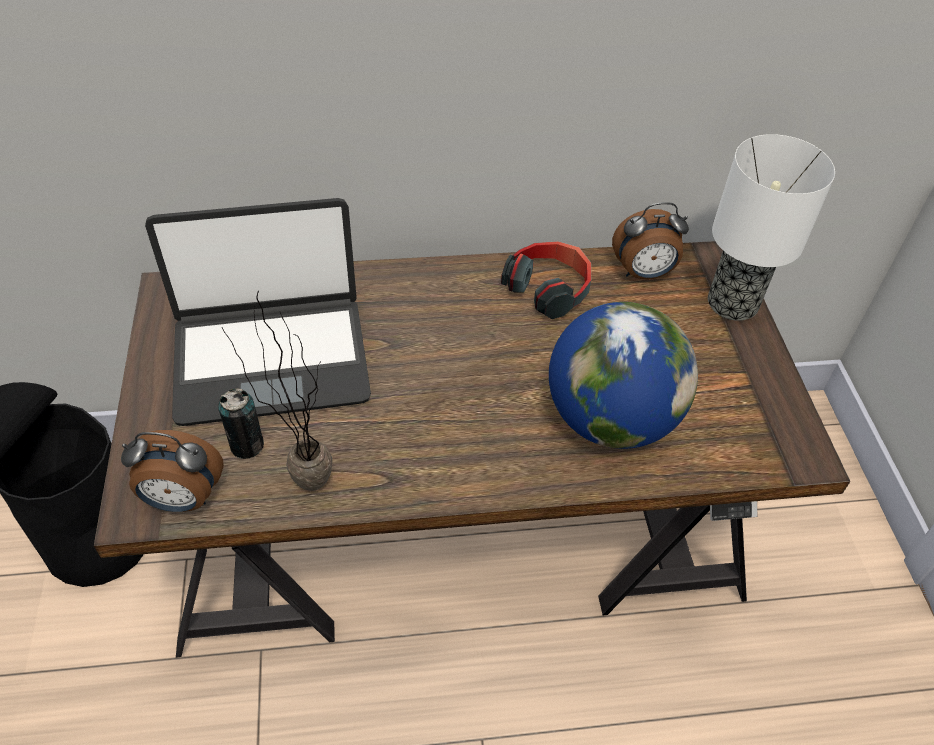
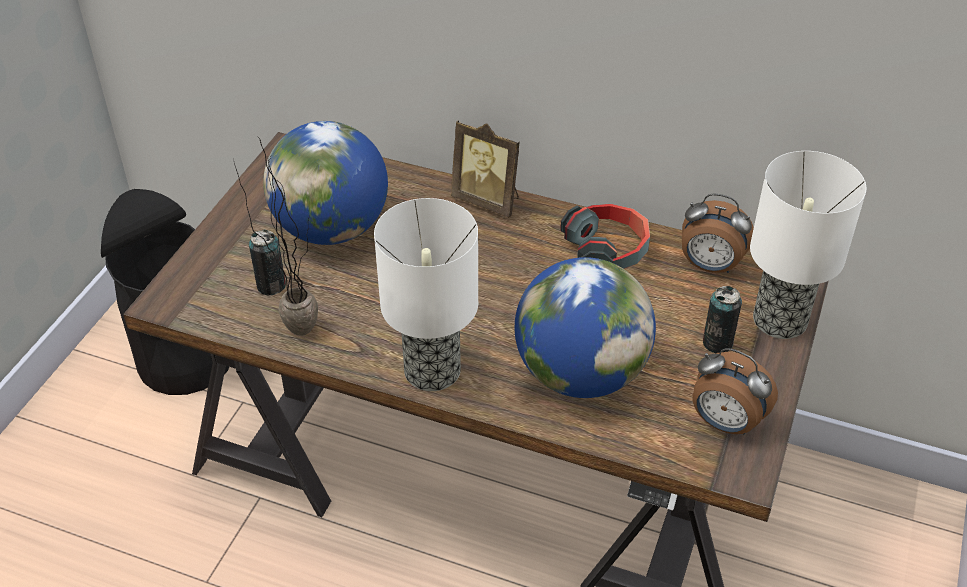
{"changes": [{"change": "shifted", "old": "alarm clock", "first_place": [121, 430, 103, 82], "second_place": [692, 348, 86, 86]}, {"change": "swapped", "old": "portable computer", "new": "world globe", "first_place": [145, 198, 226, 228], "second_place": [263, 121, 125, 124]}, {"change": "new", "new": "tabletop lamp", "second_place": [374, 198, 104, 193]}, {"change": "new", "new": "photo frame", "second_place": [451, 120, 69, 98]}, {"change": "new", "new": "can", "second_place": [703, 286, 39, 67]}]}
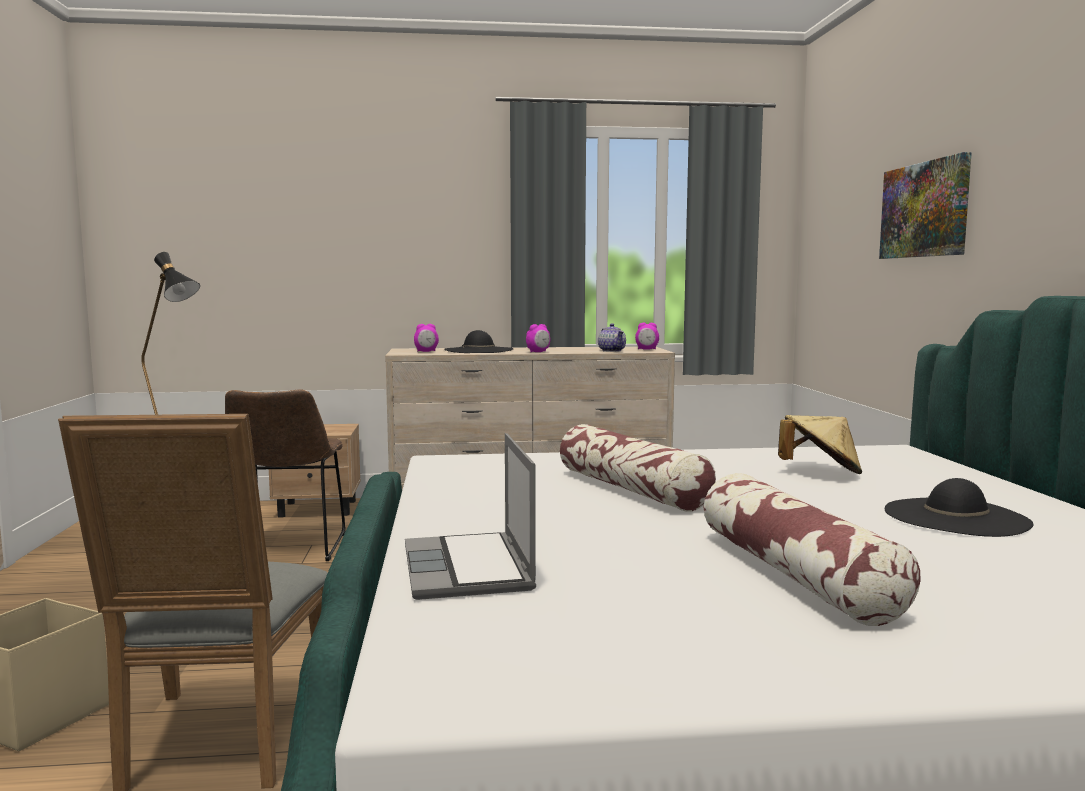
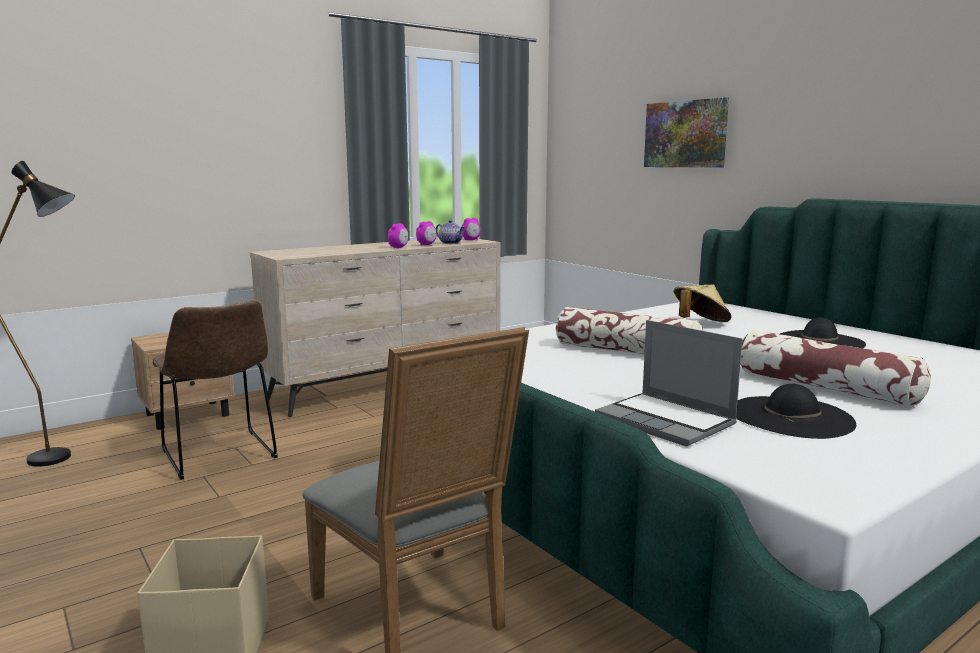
{"changes": [{"change": "shifted", "old": "alarm clock", "first_place": [414, 324, 25, 28], "second_place": [416, 221, 21, 24]}, {"change": "shifted", "old": "black hat", "first_place": [444, 330, 70, 23], "second_place": [736, 384, 120, 55]}]}
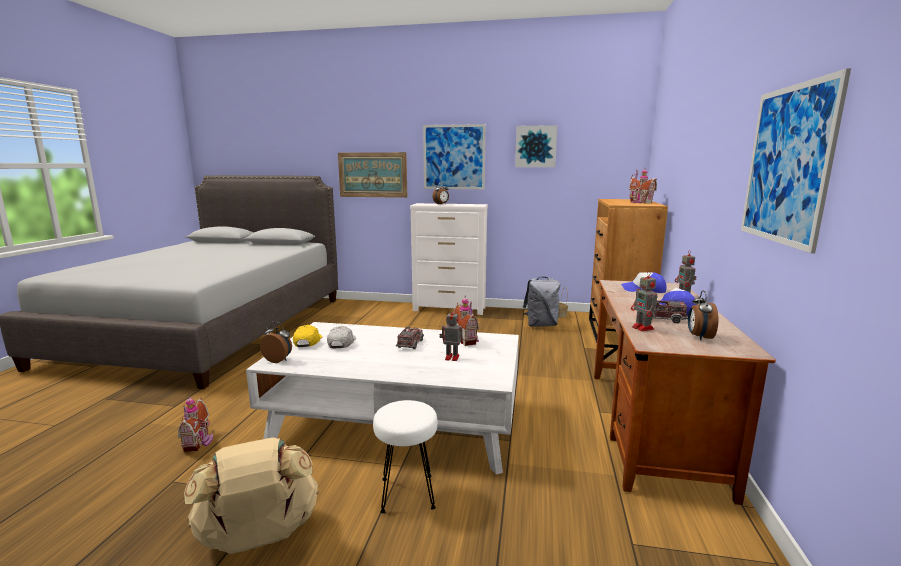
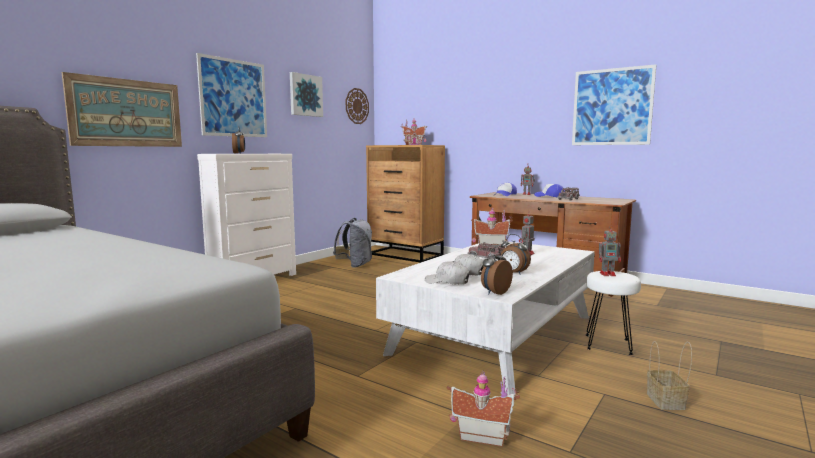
{"changes": [{"change": "swapped", "old": "beige-coloured knapsack", "new": "basket", "first_place": [184, 437, 135, 117], "second_place": [647, 341, 45, 69]}, {"change": "repainted", "old": "yellow-coloured baseball cap", "new": "white baseball cap", "first_place": [293, 325, 29, 22], "second_place": [425, 261, 44, 24]}, {"change": "shifted", "old": "robot figure", "first_place": [631, 271, 29, 60], "second_place": [599, 225, 22, 51]}, {"change": "shifted", "old": "alarm clock", "first_place": [688, 290, 30, 51], "second_place": [501, 234, 30, 41]}, {"change": "new", "new": "clock on the wall", "second_place": [346, 88, 23, 36]}]}
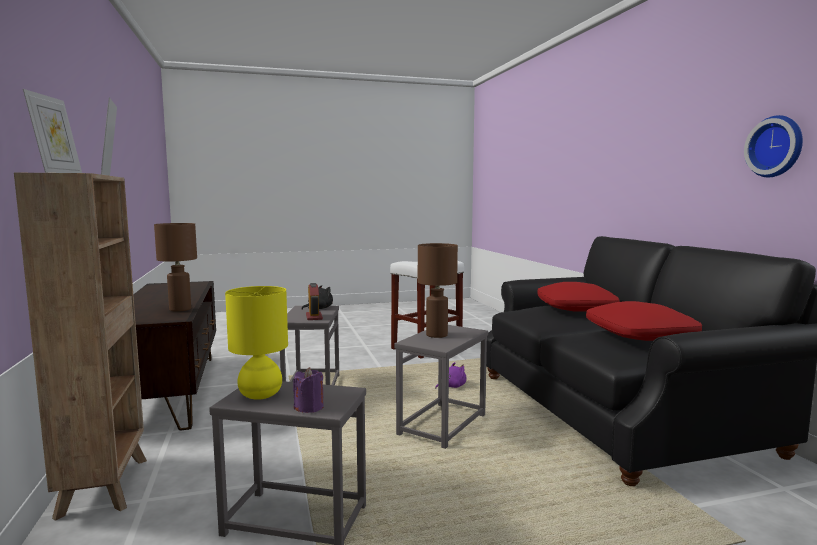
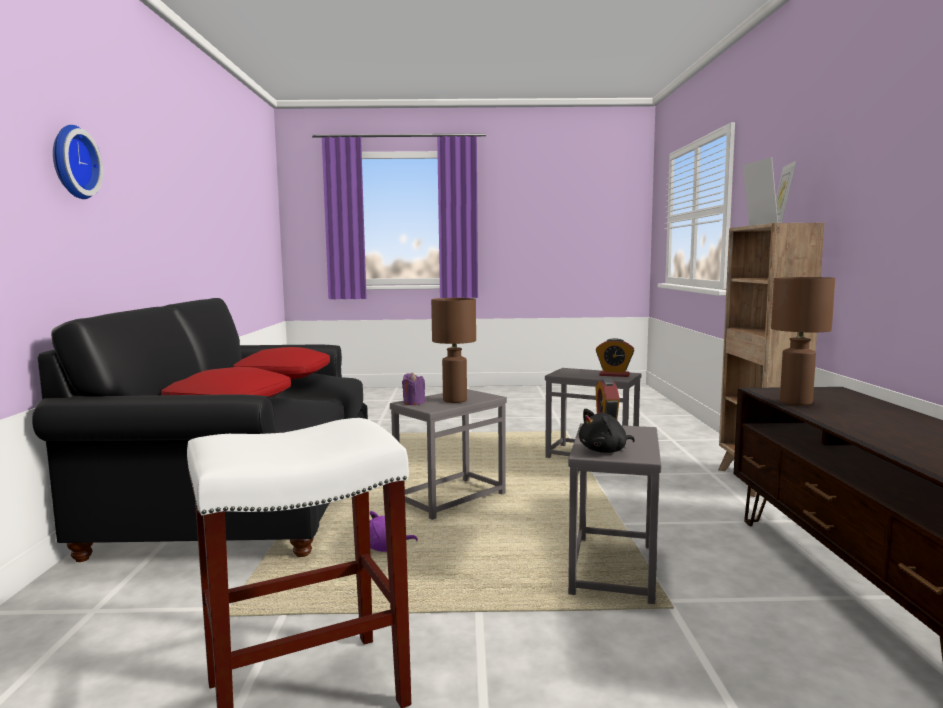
{"changes": [{"change": "swapped", "old": "yellow-coloured tabletop lamp", "new": "alarm clock", "first_place": [225, 286, 63, 114], "second_place": [596, 338, 39, 39]}, {"change": "shifted", "old": "purple-coloured wax candle", "first_place": [293, 367, 31, 46], "second_place": [402, 372, 23, 33]}, {"change": "shifted", "old": "clock on the wall", "first_place": [744, 115, 59, 62], "second_place": [53, 125, 50, 74]}]}
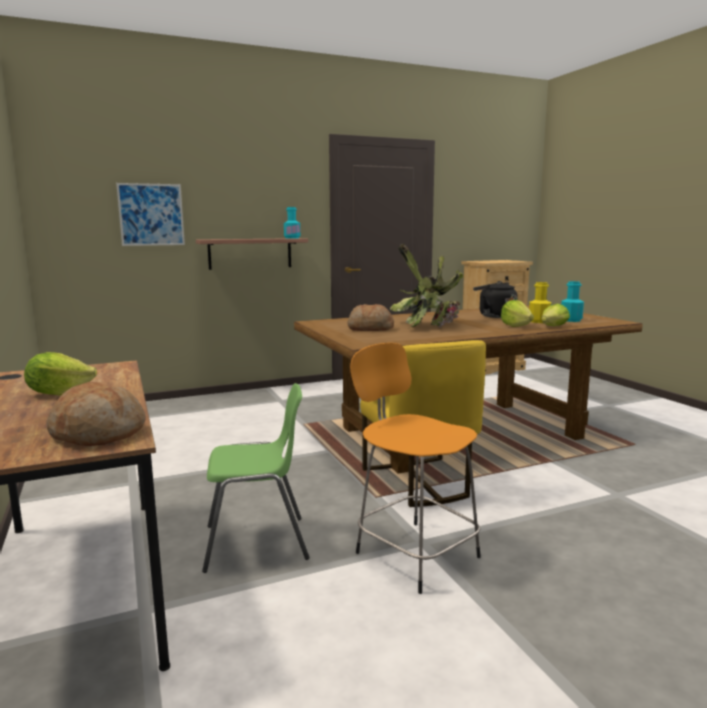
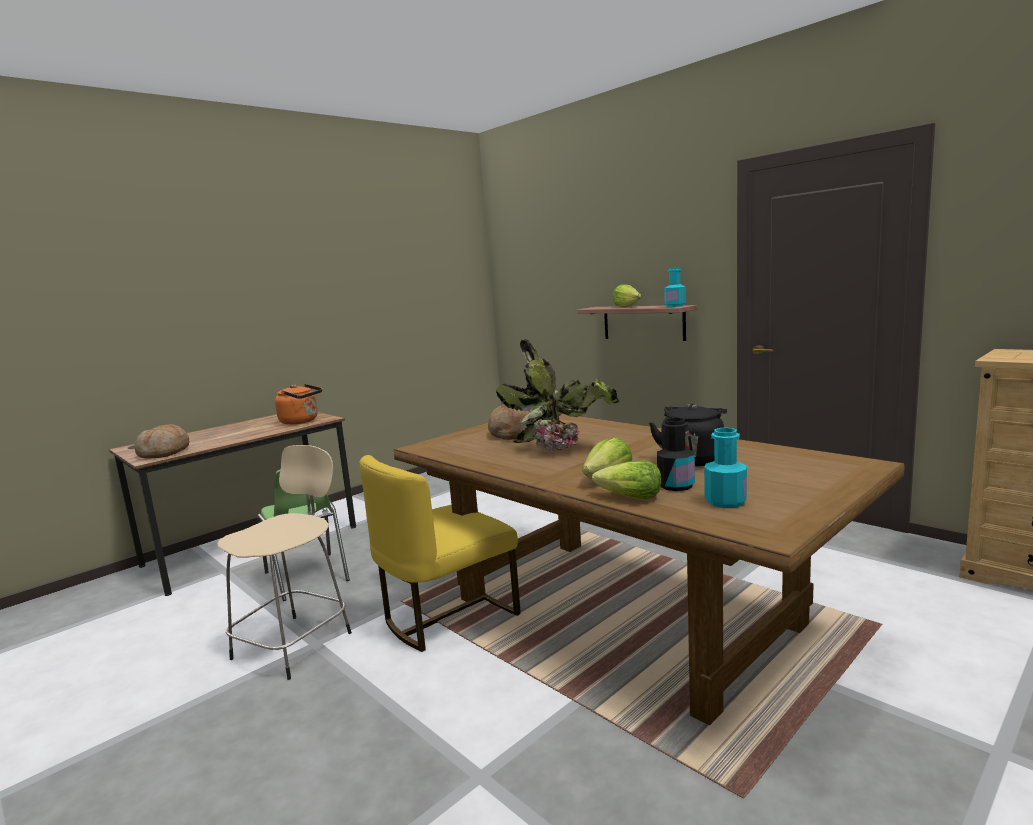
{"changes": [{"change": "shifted", "old": "lettuce", "first_place": [24, 352, 73, 43], "second_place": [613, 284, 28, 23]}, {"change": "gone", "old": "wall art", "first_place": [116, 183, 69, 63]}, {"change": "repainted", "old": "orange-coloured stool seat", "new": "beige-coloured stool seat", "first_place": [350, 343, 131, 251], "second_place": [217, 445, 135, 235]}, {"change": "repainted", "old": "yellow-coloured beverage bottle", "new": "black beverage bottle", "first_place": [529, 282, 23, 41], "second_place": [657, 417, 38, 74]}, {"change": "new", "new": "orange-coloured kettle", "second_place": [275, 384, 47, 41]}]}
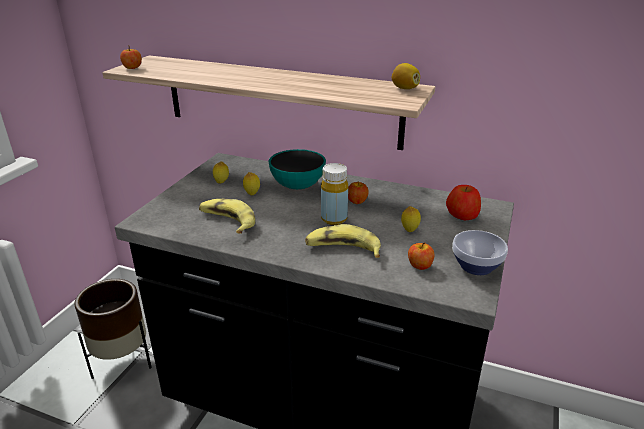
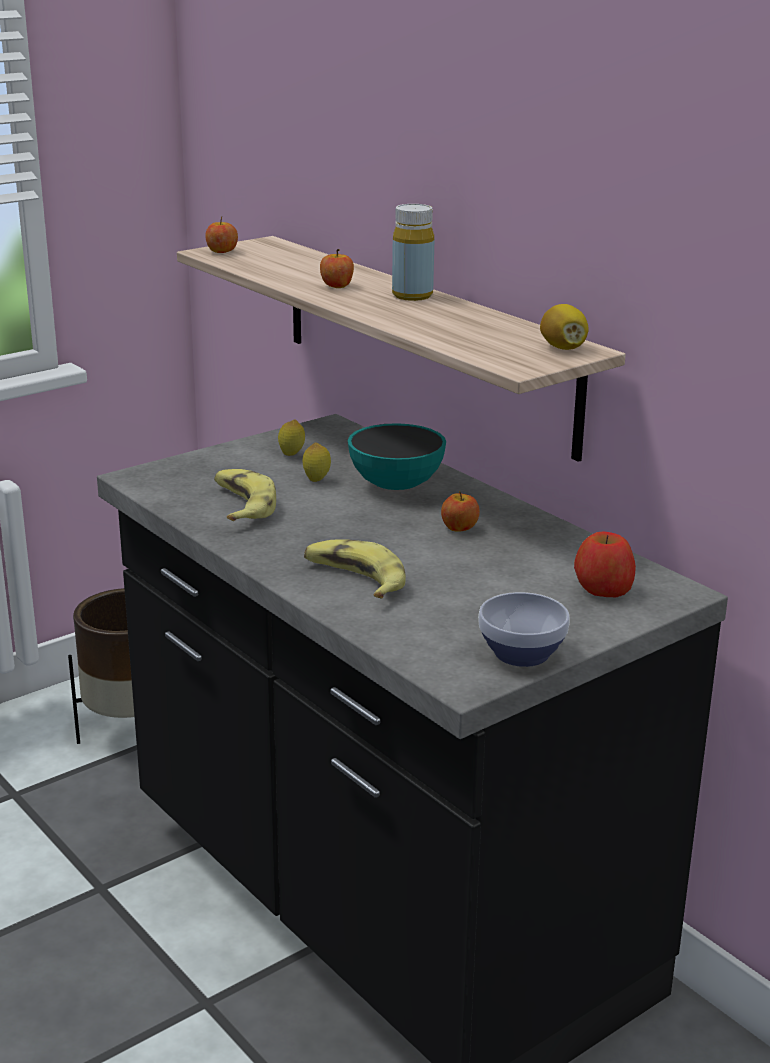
{"changes": [{"change": "shifted", "old": "yellow-coloured beverage bottle", "first_place": [321, 163, 27, 62], "second_place": [392, 204, 42, 97]}, {"change": "gone", "old": "citrus fruit", "first_place": [401, 206, 20, 26]}, {"change": "shifted", "old": "apple", "first_place": [408, 242, 26, 28], "second_place": [320, 249, 34, 39]}]}
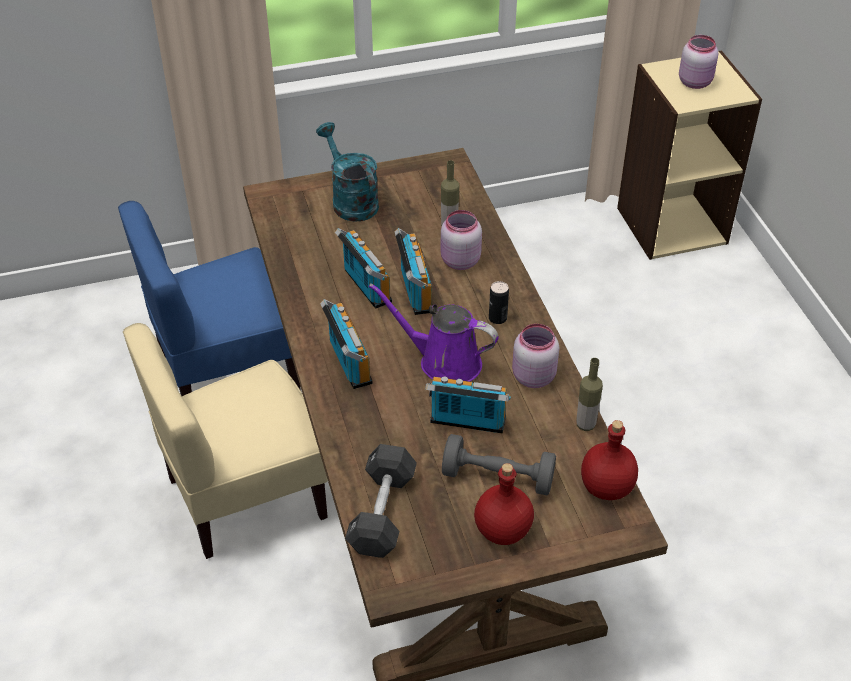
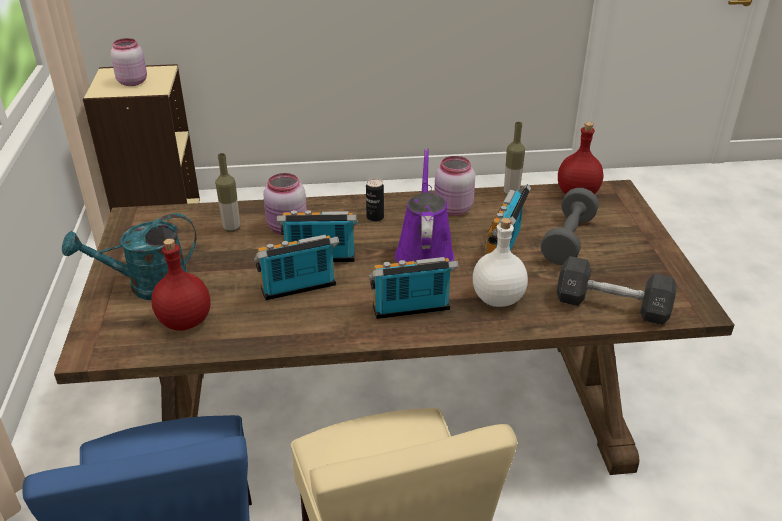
{"changes": [{"change": "rotated", "old": "purple-coloured watering can", "first_place": [369, 283, 130, 99], "second_place": [395, 148, 59, 115], "degrees": 150}, {"change": "shifted", "old": "reddish beverage bottle", "first_place": [474, 463, 60, 82], "second_place": [151, 239, 60, 92]}, {"change": "new", "new": "white beverage bottle", "second_place": [473, 218, 55, 89]}]}
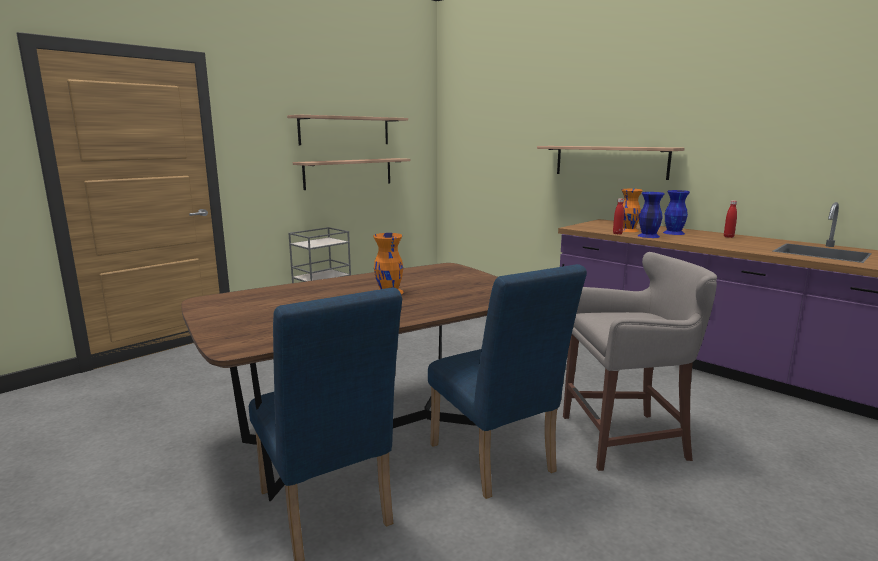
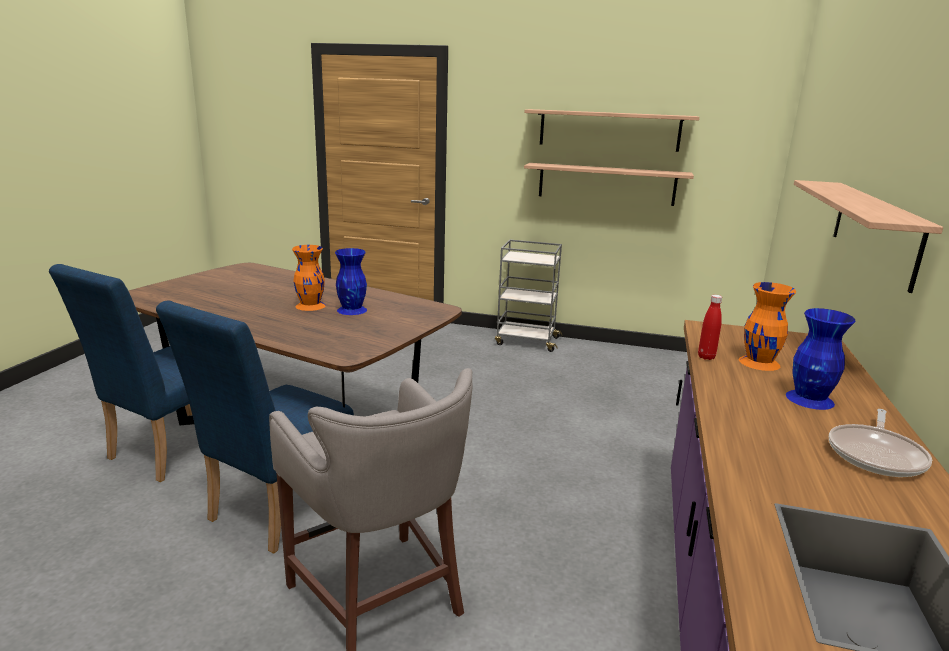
{"changes": [{"change": "shifted", "old": "bluish vase", "first_place": [638, 192, 27, 46], "second_place": [335, 248, 32, 67]}, {"change": "swapped", "old": "reddish beverage bottle", "new": "frying pan", "first_place": [724, 201, 13, 37], "second_place": [829, 409, 103, 68]}]}
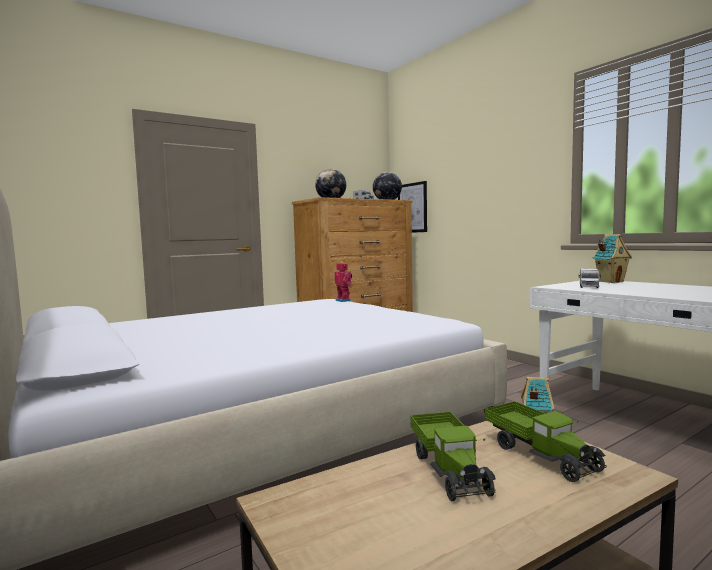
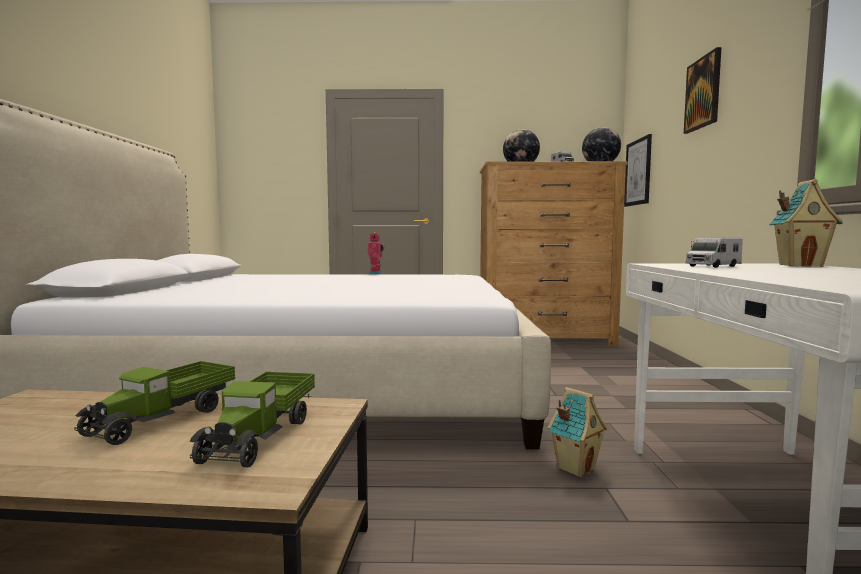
{"changes": [{"change": "shifted", "old": "robot figure", "first_place": [334, 261, 19, 41], "second_place": [368, 231, 16, 43]}, {"change": "new", "new": "wall art", "second_place": [684, 47, 37, 87]}]}
